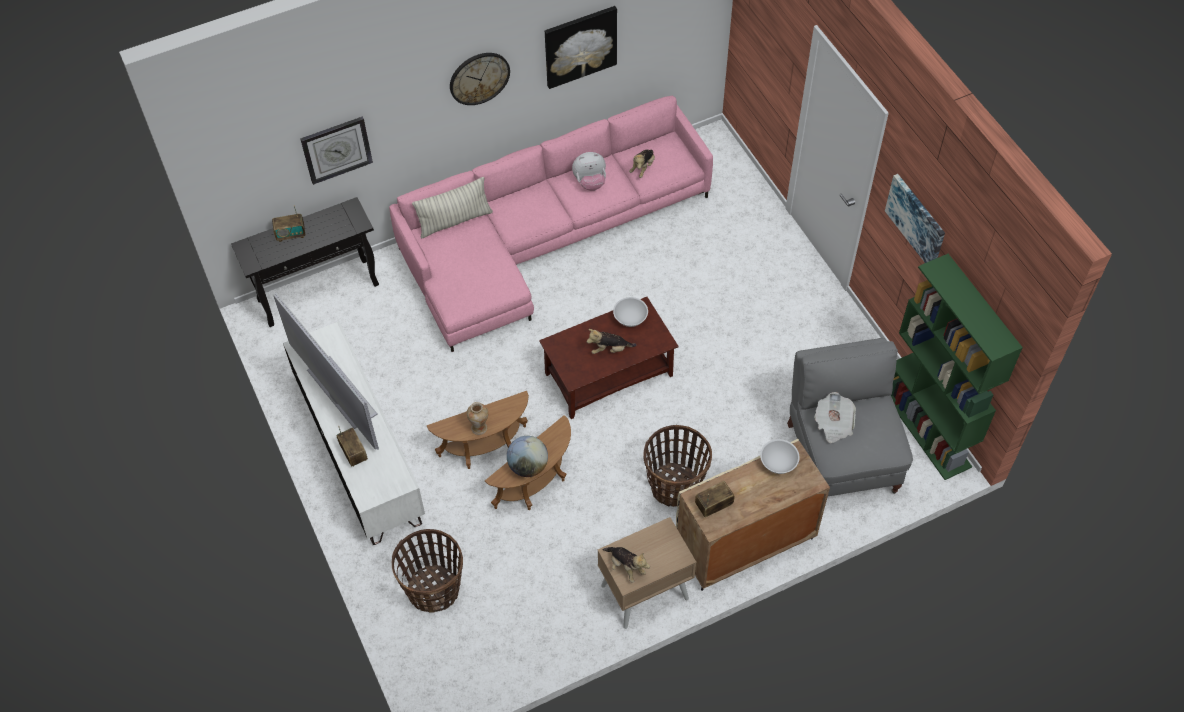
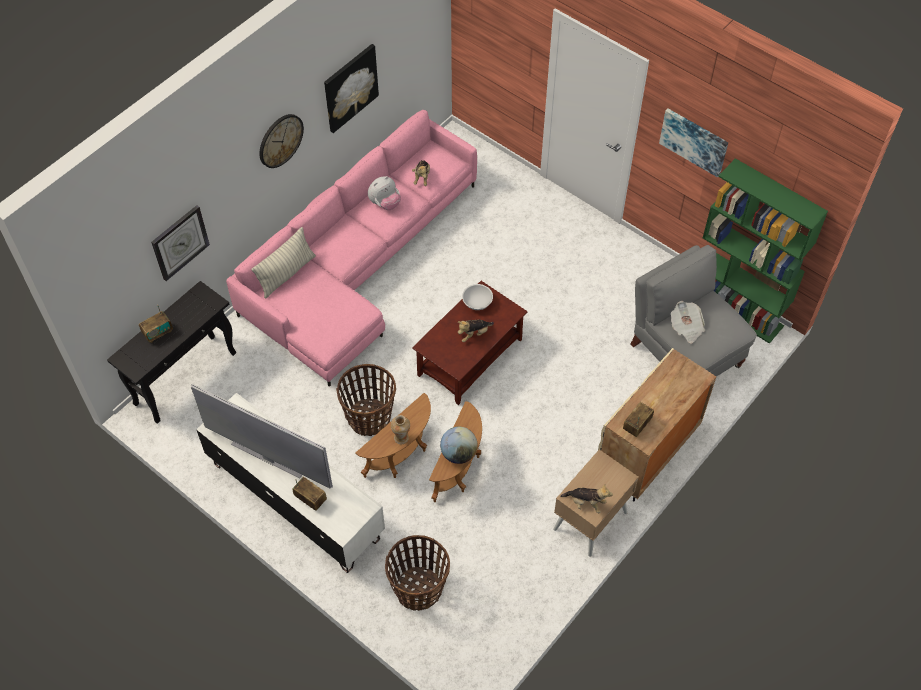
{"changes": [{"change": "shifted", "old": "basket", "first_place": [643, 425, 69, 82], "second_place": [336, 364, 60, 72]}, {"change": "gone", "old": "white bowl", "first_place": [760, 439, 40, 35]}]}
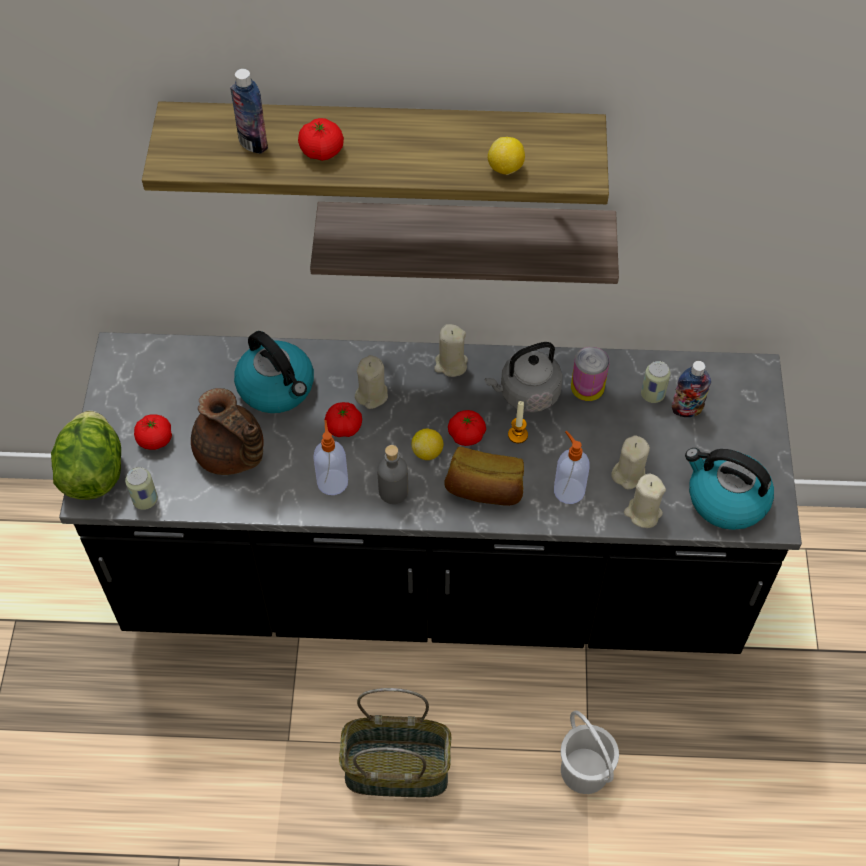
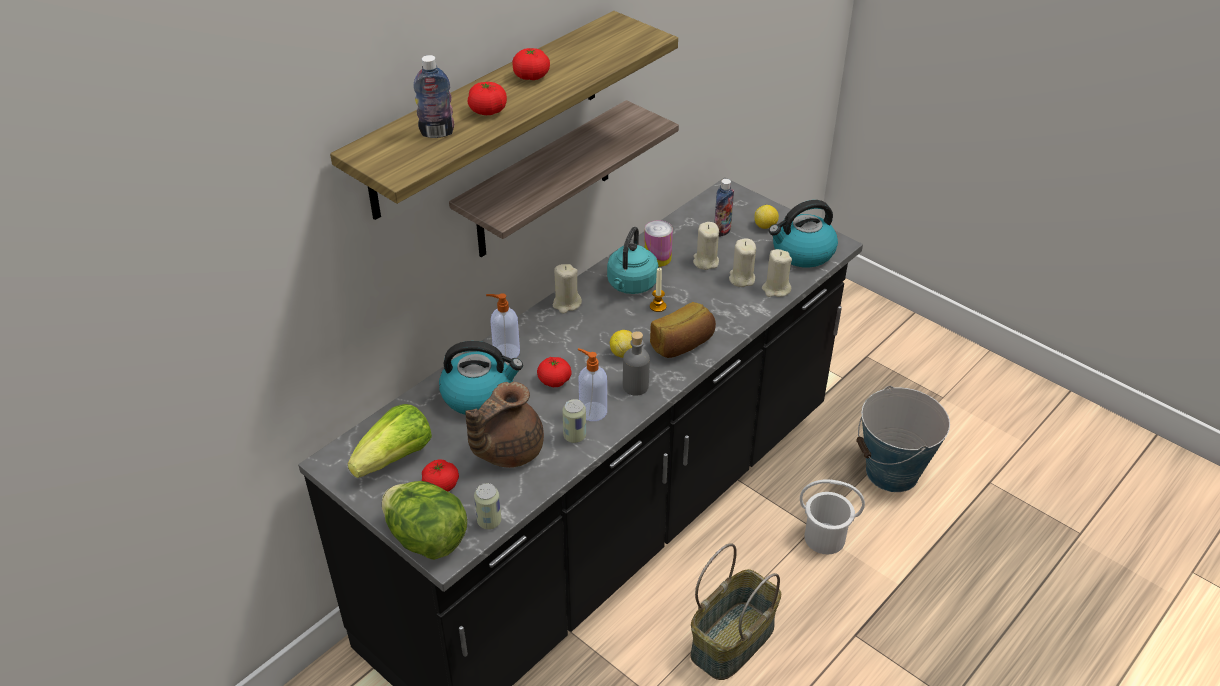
{"changes": [{"change": "rotated", "old": "brownish tea pot", "first_place": [191, 388, 73, 87], "second_place": [465, 382, 79, 86], "degrees": 135}, {"change": "shifted", "old": "beige-coloured wax candle", "first_place": [355, 355, 33, 54], "second_place": [693, 222, 26, 48]}, {"change": "shifted", "old": "fresh tomato", "first_place": [448, 410, 38, 36], "second_place": [512, 48, 38, 32]}, {"change": "repainted", "old": "greyish kettle", "new": "turquoise kettle", "first_place": [485, 342, 77, 71], "second_place": [607, 227, 51, 67]}, {"change": "shifted", "old": "citrus fruit", "first_place": [488, 137, 37, 38], "second_place": [754, 205, 25, 24]}, {"change": "shifted", "old": "soap dispenser", "first_place": [554, 431, 36, 73], "second_place": [486, 293, 34, 66]}, {"change": "shifted", "old": "can", "first_place": [641, 361, 30, 42], "second_place": [562, 399, 24, 44]}, {"change": "new", "new": "lettuce", "second_place": [348, 404, 84, 74]}, {"change": "new", "new": "pail", "second_place": [856, 386, 94, 106]}]}
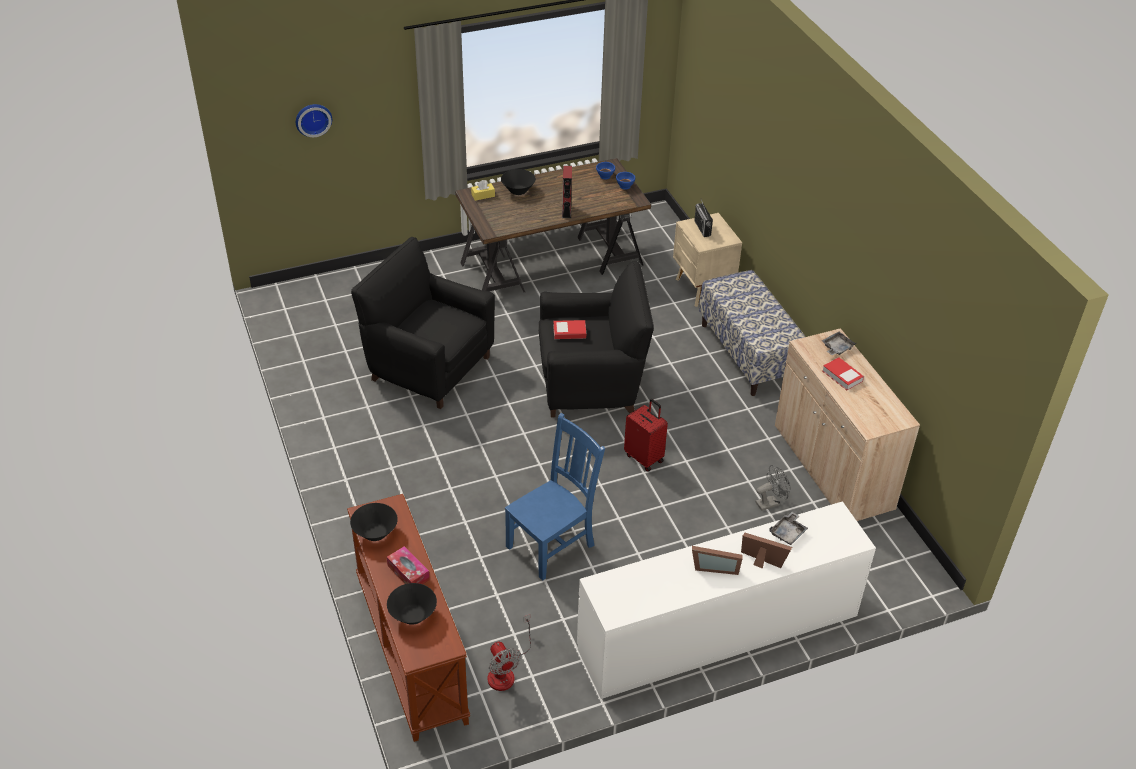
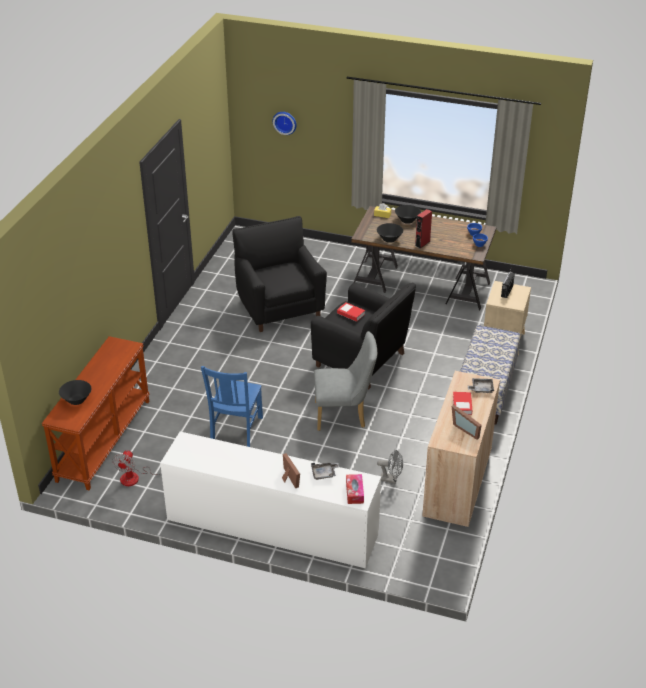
{"changes": [{"change": "shifted", "old": "black bowl", "first_place": [350, 503, 48, 38], "second_place": [377, 223, 26, 20]}, {"change": "shifted", "old": "tissue holder", "first_place": [387, 546, 43, 38], "second_place": [346, 474, 18, 30]}, {"change": "rotated", "old": "bluish upright chair", "first_place": [505, 413, 100, 168], "second_place": [201, 366, 62, 81], "degrees": 105}, {"change": "swapped", "old": "reddish travel case", "new": "greyish upright chair", "first_place": [624, 399, 44, 73], "second_place": [314, 331, 63, 100]}, {"change": "shifted", "old": "photo frame", "first_place": [692, 546, 51, 29], "second_place": [452, 405, 30, 35]}]}
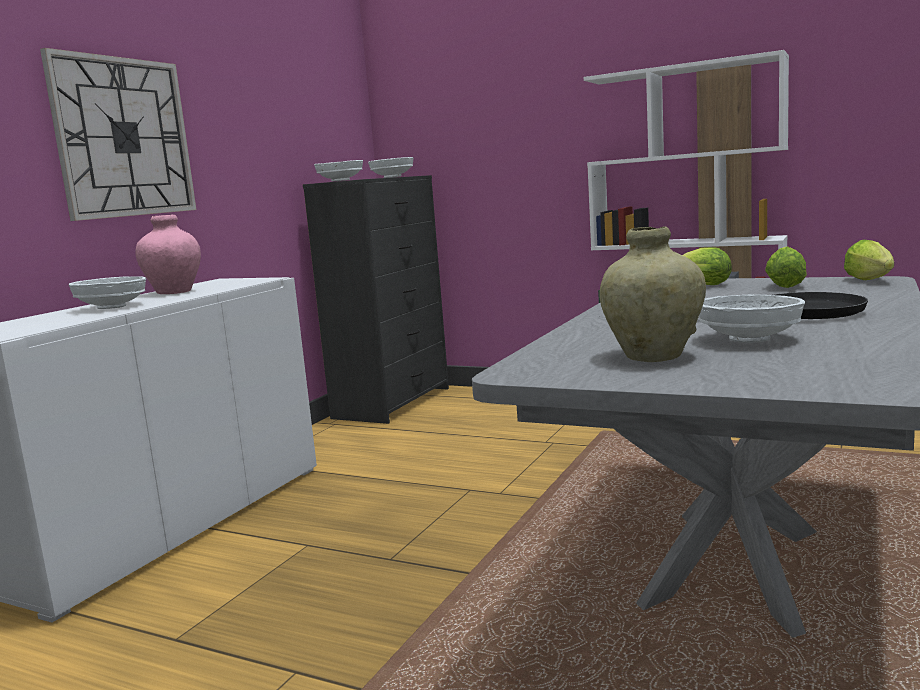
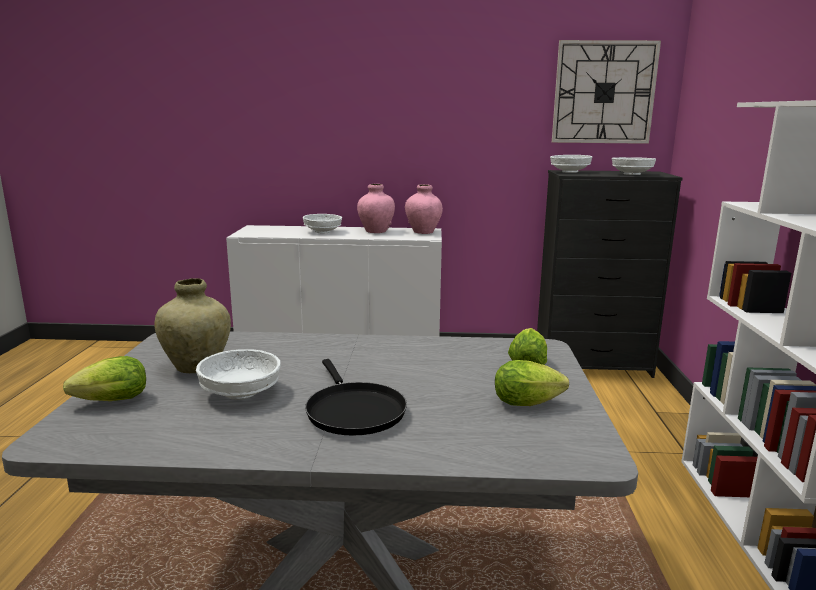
{"changes": [{"change": "shifted", "old": "clock on the wall", "first_place": [40, 48, 157, 173], "second_place": [552, 40, 109, 104]}, {"change": "shifted", "old": "lettuce", "first_place": [844, 240, 50, 40], "second_place": [63, 356, 83, 45]}, {"change": "new", "new": "pink vase", "second_place": [405, 184, 38, 50]}]}
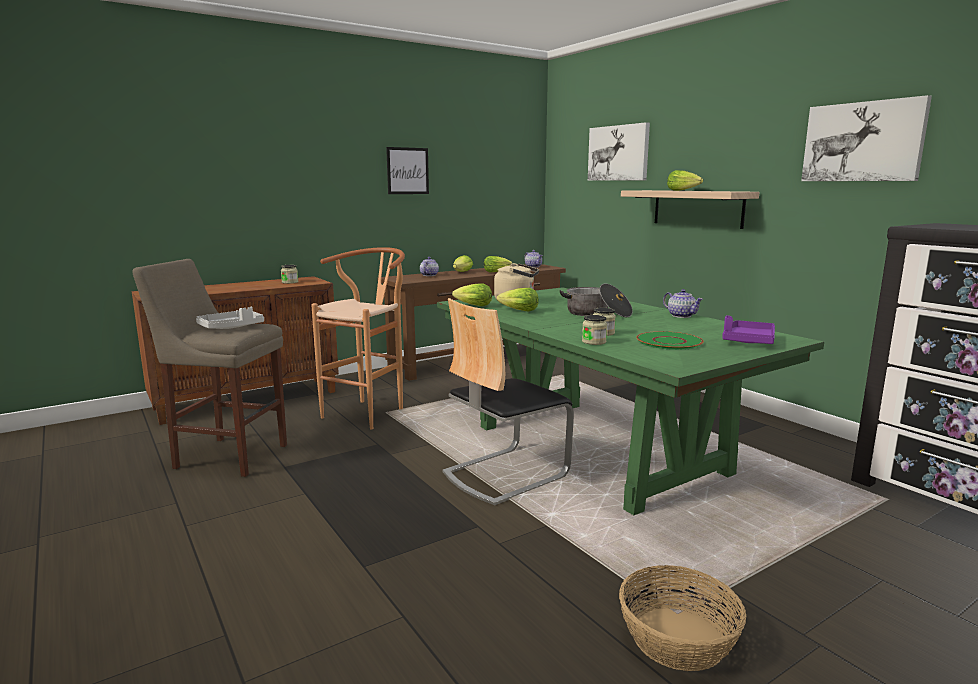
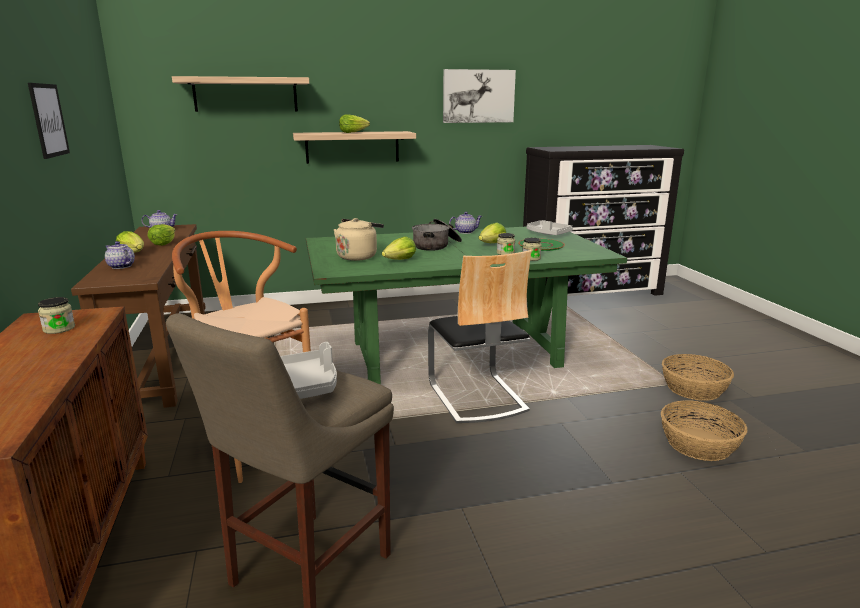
{"changes": [{"change": "shifted", "old": "lettuce", "first_place": [452, 283, 40, 23], "second_place": [479, 222, 27, 21]}, {"change": "swapped", "old": "wall art", "new": "bracket shelf", "first_place": [588, 122, 62, 59], "second_place": [172, 76, 137, 36]}, {"change": "repainted", "old": "purple-coloured serving tray", "new": "greyish serving tray", "first_place": [722, 316, 53, 28], "second_place": [527, 220, 46, 15]}, {"change": "new", "new": "basket", "second_place": [661, 400, 86, 61]}]}
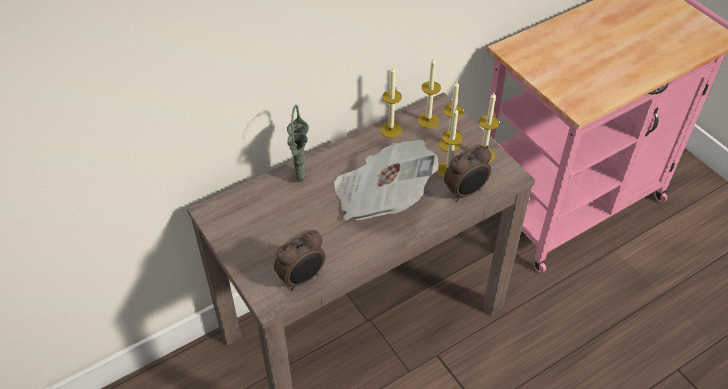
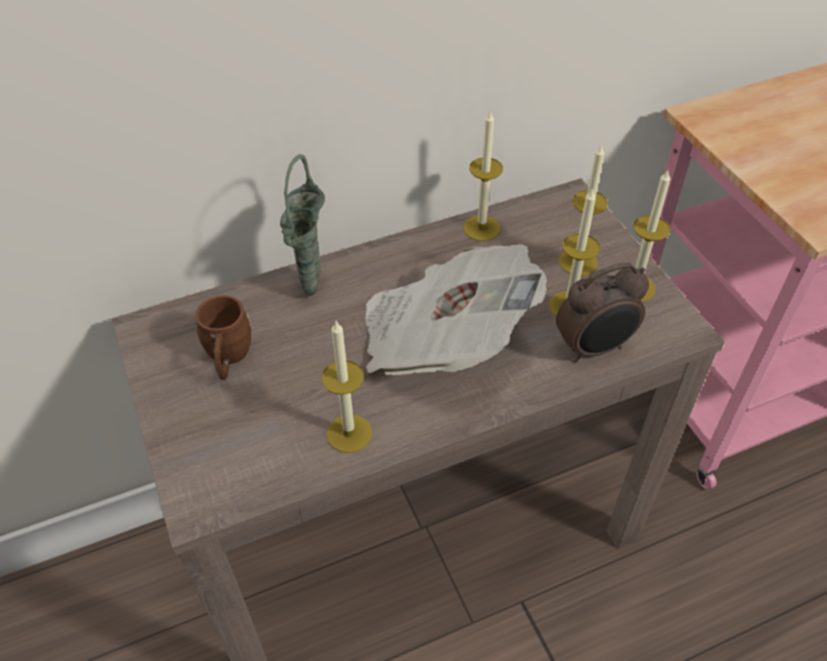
{"changes": [{"change": "gone", "old": "alarm clock", "first_place": [274, 230, 51, 61]}, {"change": "shifted", "old": "wax candle", "first_place": [418, 58, 23, 71], "second_place": [321, 321, 51, 132]}, {"change": "new", "new": "brownish coffee mug", "second_place": [195, 295, 56, 85]}]}
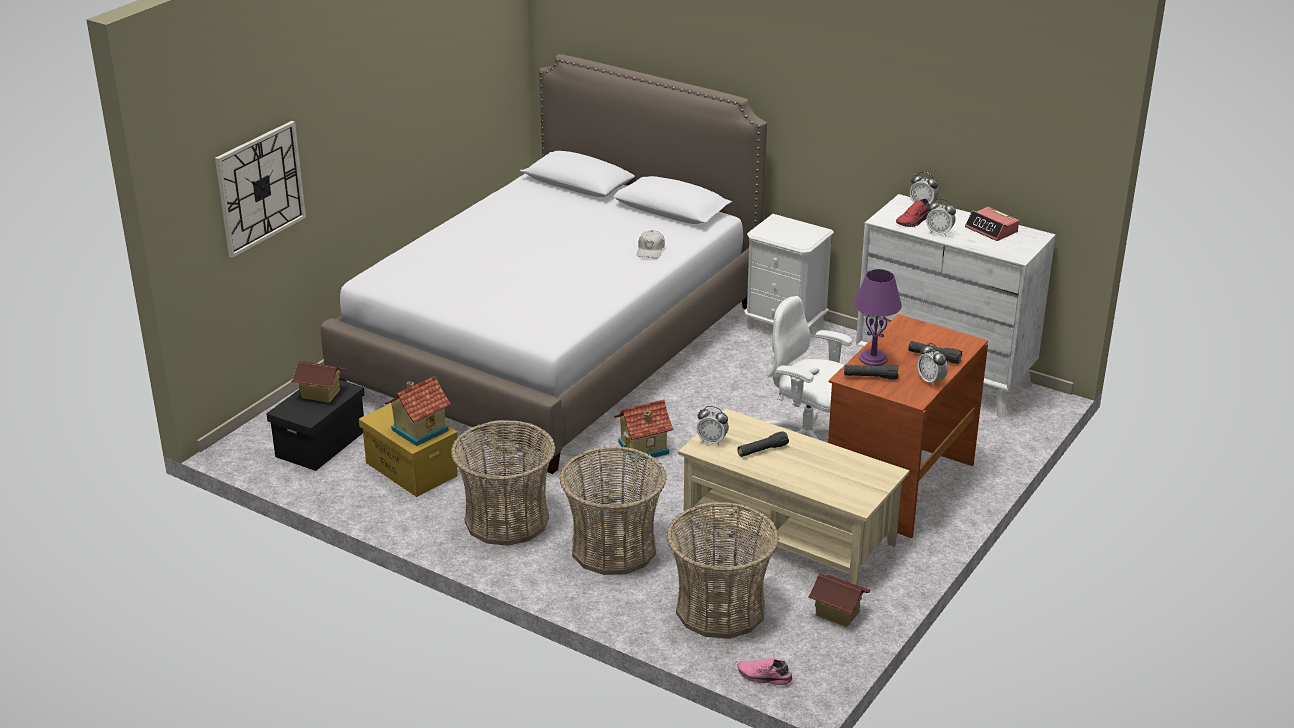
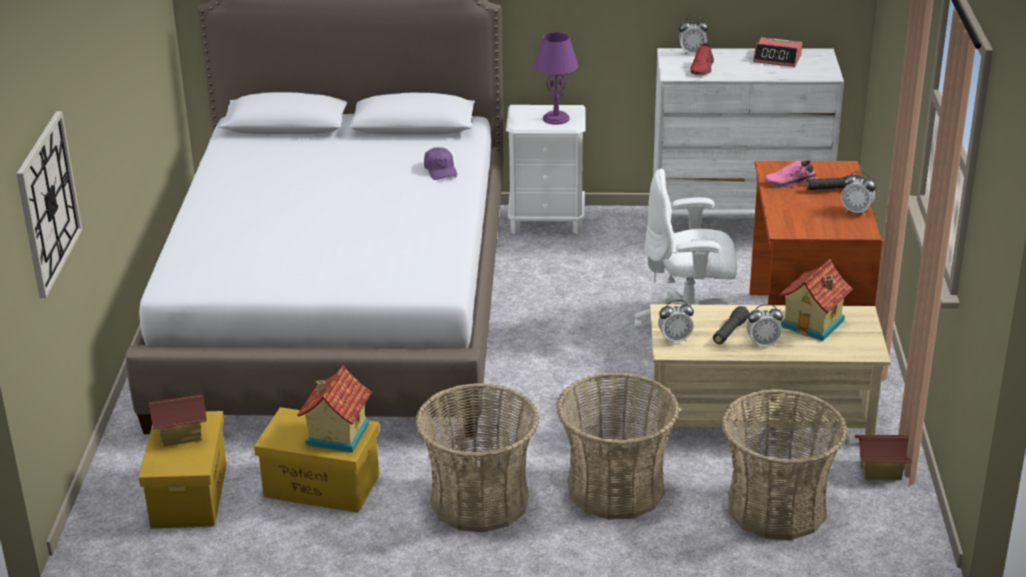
{"changes": [{"change": "repainted", "old": "black storage container", "new": "yellow-coloured storage container", "first_place": [266, 380, 99, 91], "second_place": [139, 411, 88, 117]}, {"change": "shifted", "old": "miniature house", "first_place": [614, 400, 60, 62], "second_place": [778, 259, 75, 82]}, {"change": "repainted", "old": "white baseball cap", "new": "purple-coloured baseball cap", "first_place": [637, 230, 28, 29], "second_place": [424, 147, 33, 33]}, {"change": "shifted", "old": "pink item of footwear", "first_place": [737, 658, 56, 27], "second_place": [765, 160, 53, 28]}, {"change": "gone", "old": "black hand torch", "first_place": [844, 365, 55, 14]}, {"change": "shifted", "old": "purple-coloured tabletop lamp", "first_place": [854, 269, 48, 97], "second_place": [534, 32, 44, 93]}, {"change": "shifted", "old": "alarm clock", "first_place": [926, 198, 30, 38], "second_place": [747, 304, 36, 44]}]}
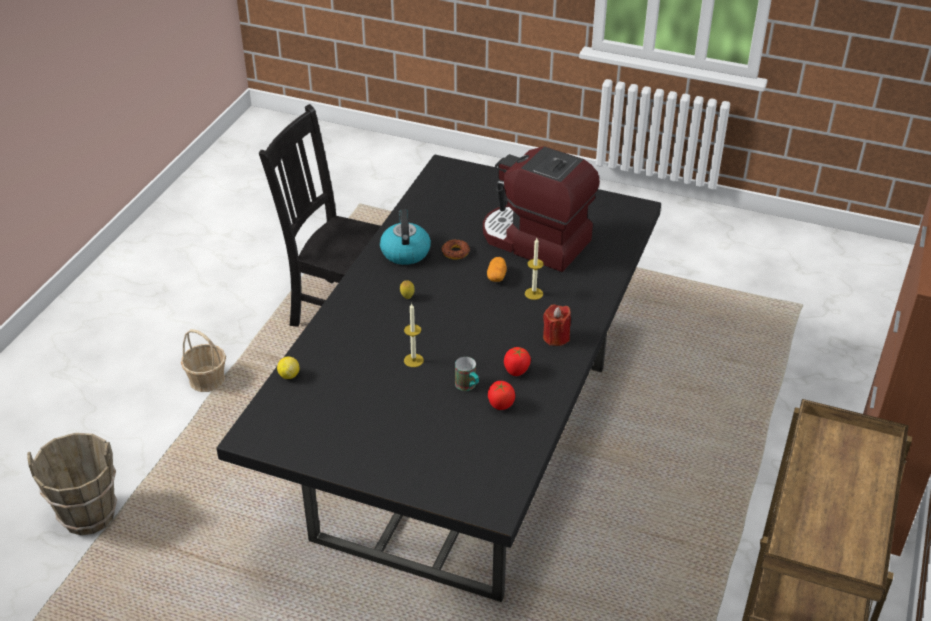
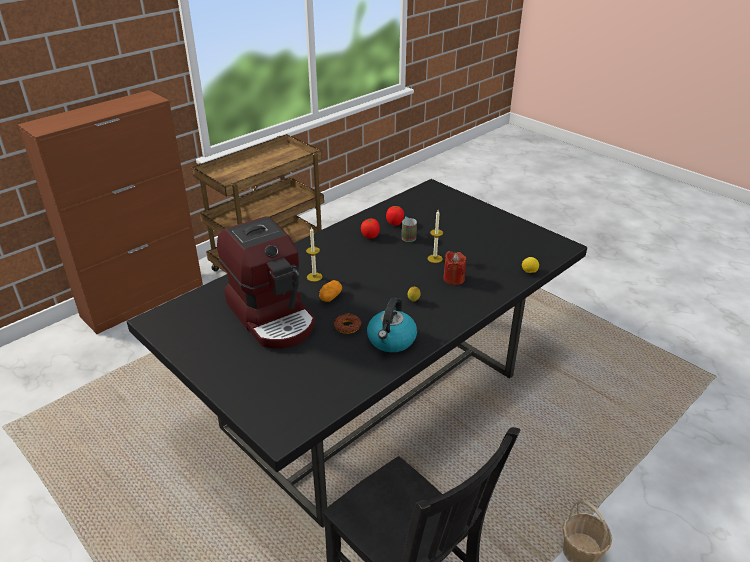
{"changes": [{"change": "gone", "old": "brownish pail", "first_place": [27, 433, 90, 102]}, {"change": "shifted", "old": "reddish wax candle", "first_place": [543, 304, 28, 42], "second_place": [443, 251, 23, 34]}]}
